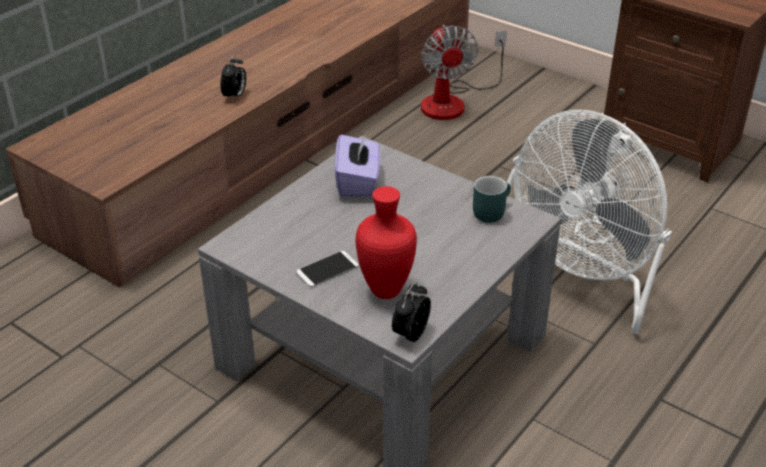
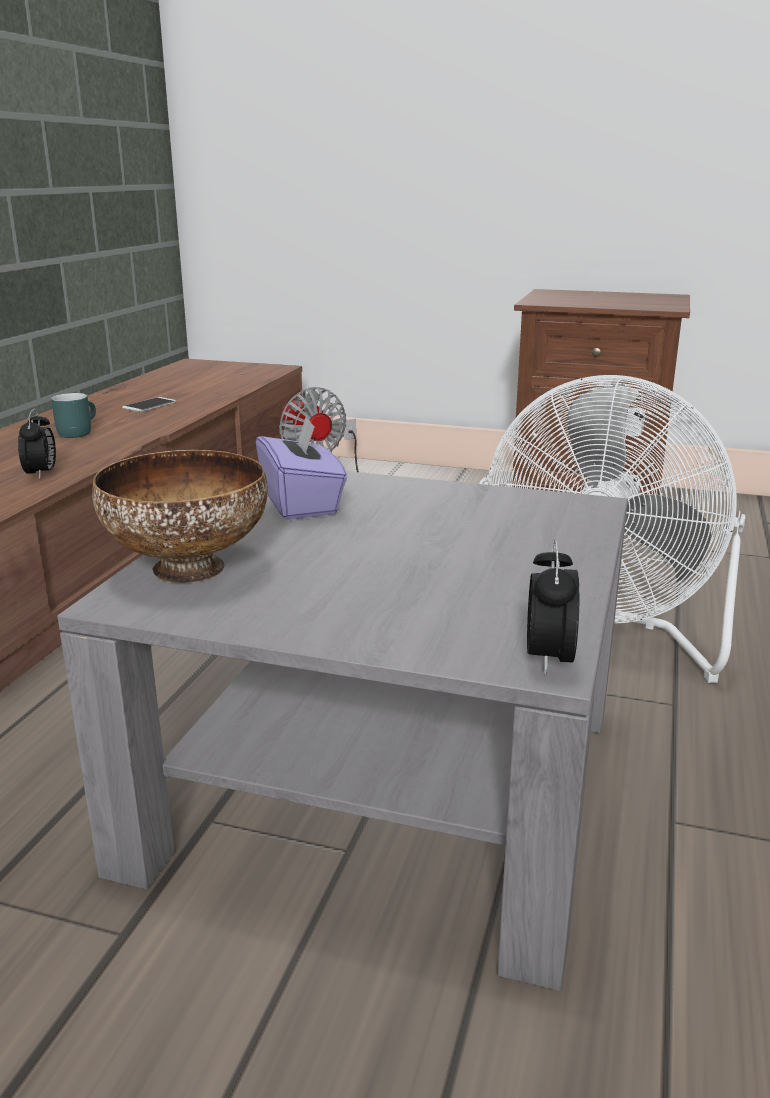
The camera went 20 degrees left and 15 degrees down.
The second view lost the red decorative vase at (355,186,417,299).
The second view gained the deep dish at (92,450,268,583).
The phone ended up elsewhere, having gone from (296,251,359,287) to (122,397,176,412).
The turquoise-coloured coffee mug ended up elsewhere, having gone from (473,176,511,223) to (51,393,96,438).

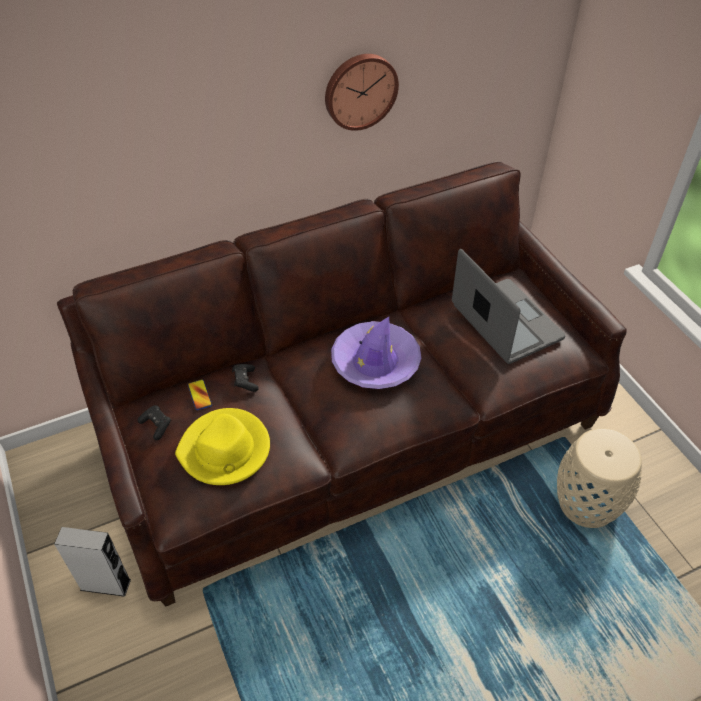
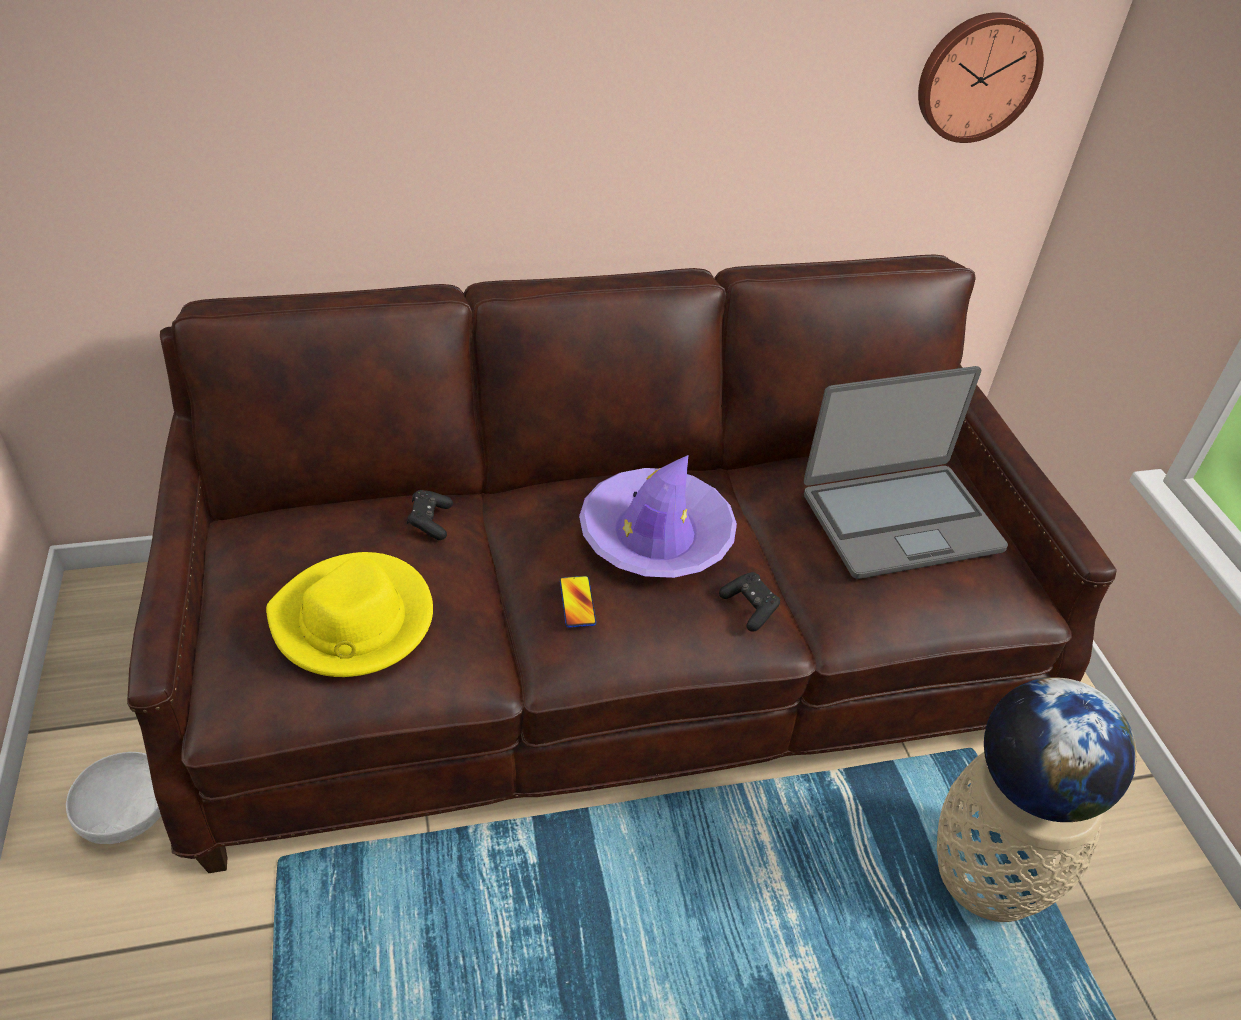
The camera went 10 degrees right and 5 degrees down.
The second view gained the globe at (984,677,1137,822).
The black gamepad ended up elsewhere, having gone from (138,405,171,440) to (719,572,780,632).
The phone ended up elsewhere, having gone from (188,379,212,410) to (560,576,596,628).
The wall clock ended up elsewhere, having gone from (325,54,399,131) to (918,12,1044,143).
Where the greyish audio speaker stood at (54,527,131,597), the white-coloured deep dish came to stand at (66,752,161,844).
The laptop at (452,249,566,364) ended up facing another way, 90 degrees clockwise from before.

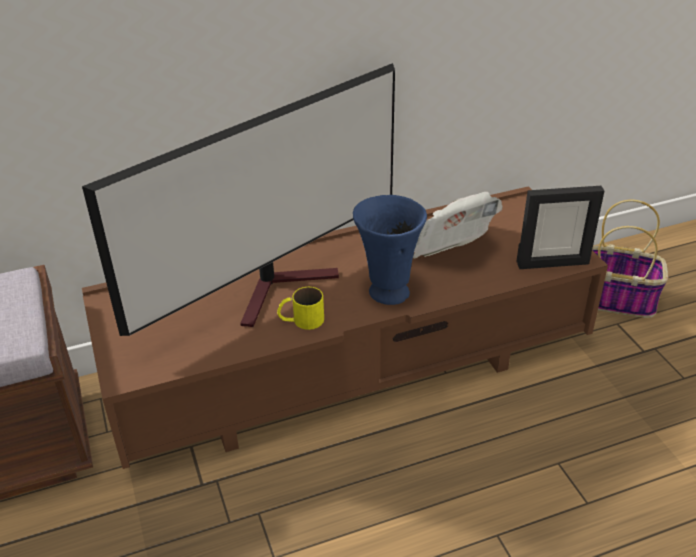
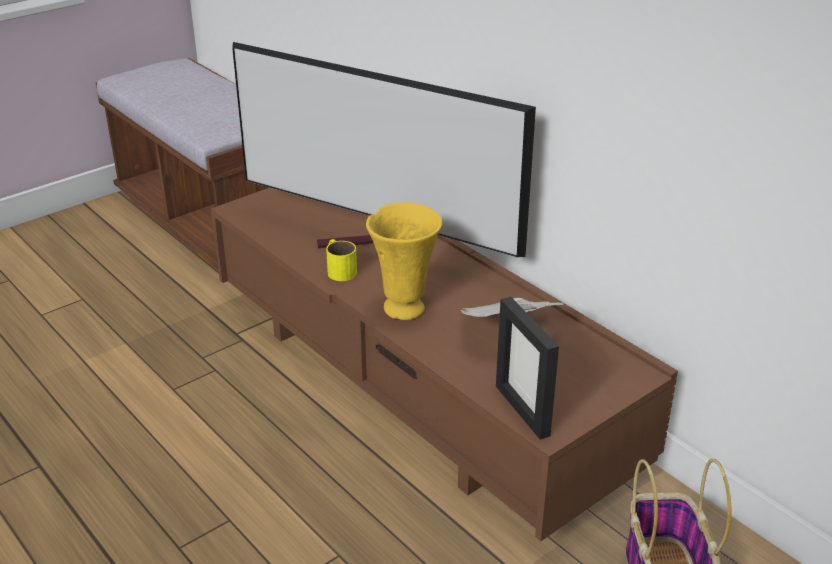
The camera went 70 degrees right and 5 degrees down.
What was the bluish decorative vase at (353,195,427,305) turned into the yellowish decorative vase at (366,202,442,320).

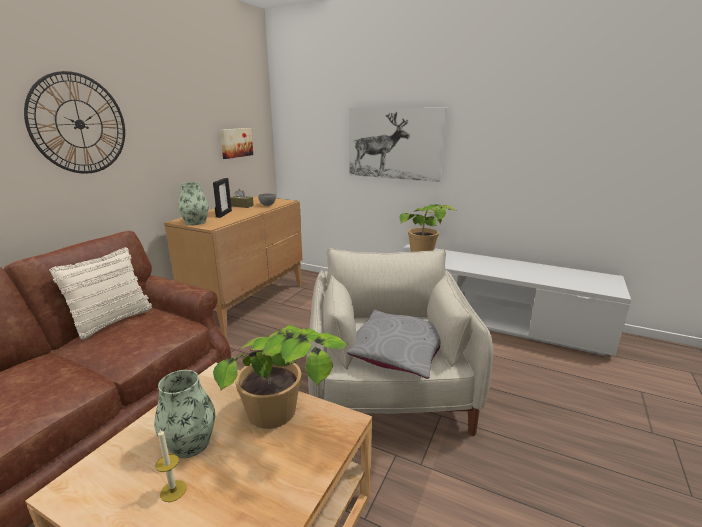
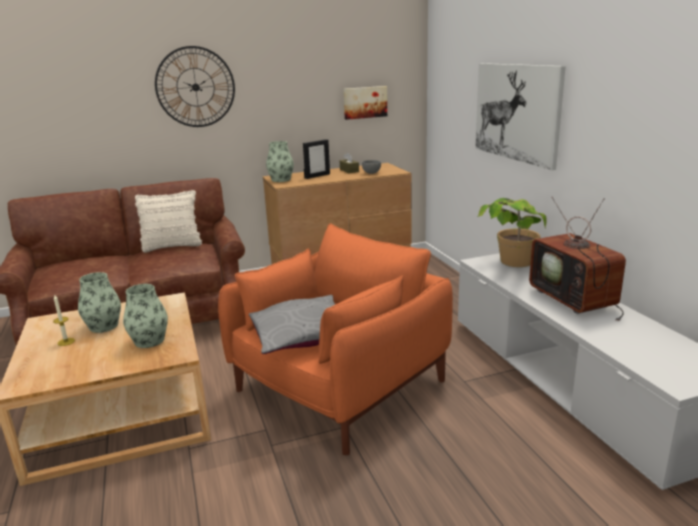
The camera went 45 degrees right and 0 degrees up.
The second view gained the television at (529,197,626,321).
Where the houseplant stood at (213,325,348,429), the decorative vase came to stand at (123,284,168,348).
What was the sand-coloured armchair at (307,248,493,436) turned into the orangey armchair at (218,224,453,455).

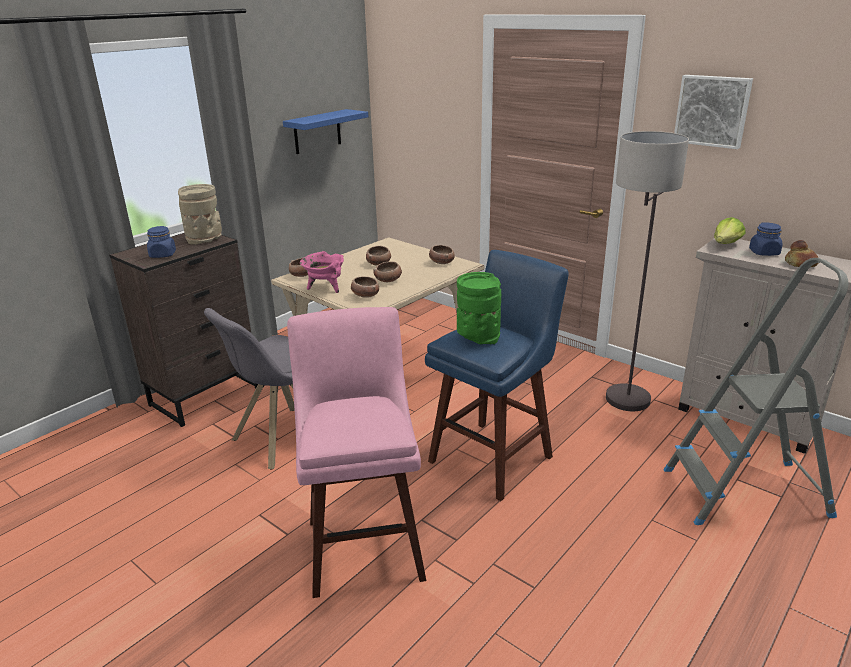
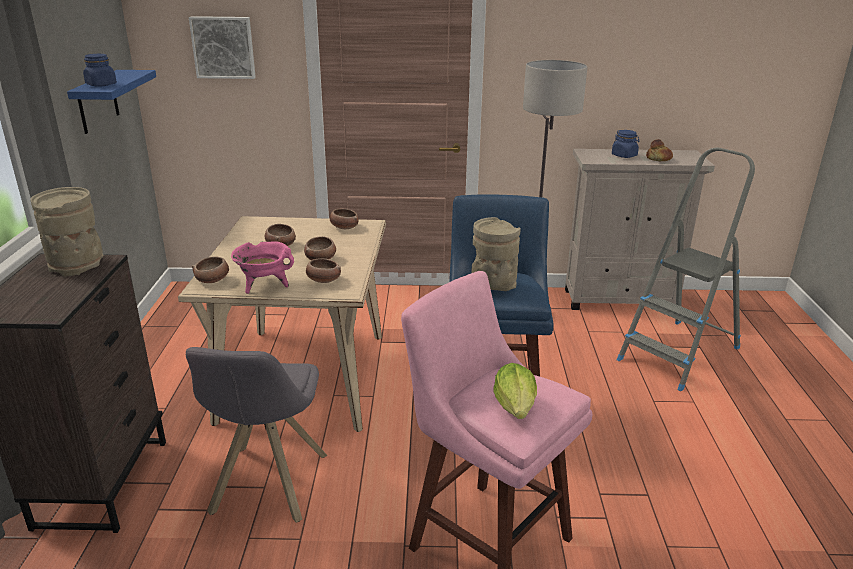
The camera went 40 degrees left and 0 degrees up.
The bluish preserve jar ended up elsewhere, having gone from (147,226,176,258) to (83,54,117,87).
The wall art ended up elsewhere, having gone from (674,75,753,149) to (189,16,256,79).
The head of lettuce ended up elsewhere, having gone from (714,217,746,244) to (493,363,537,419).
What was the green-coloured decorative vase at (457,272,501,344) turned into the sand-coloured decorative vase at (471,217,521,291).

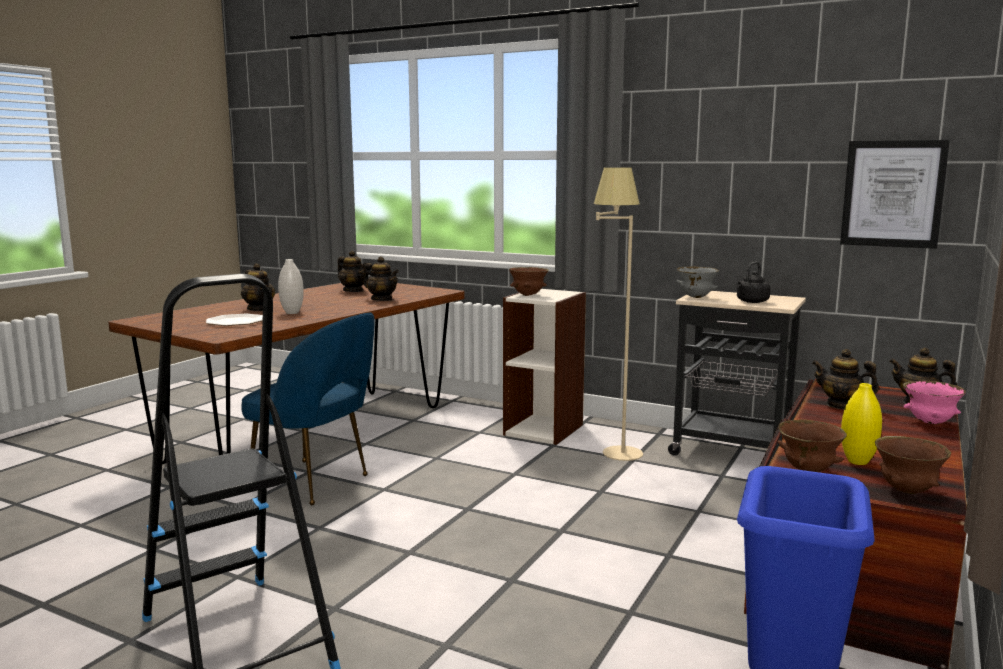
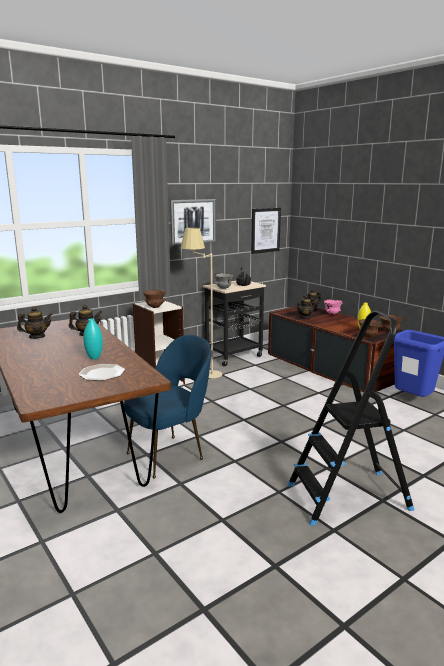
The camera went 65 degrees left and 5 degrees up.
The second view lost the pot for tea at (241,263,276,311).
The second view gained the wall art at (170,199,216,246).
What was the white-coloured decorative vase at (278,259,304,314) turned into the turquoise-coloured decorative vase at (83,319,103,359).

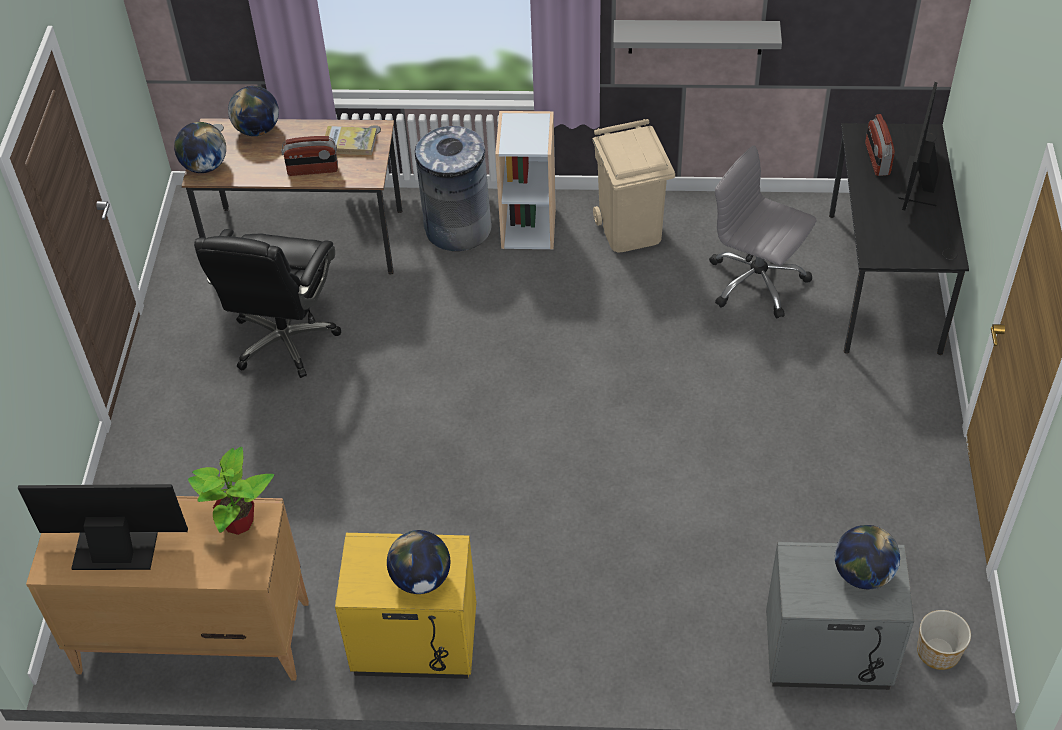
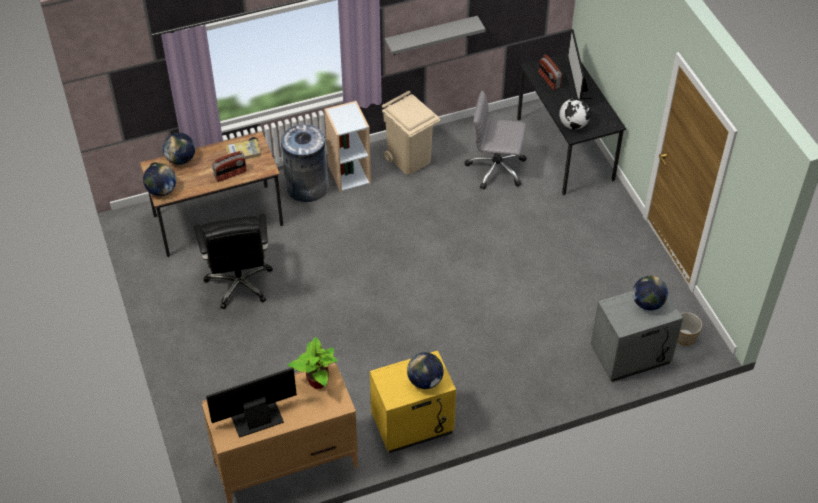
The camera went 25 degrees left and 0 degrees up.
The second view gained the globe at (559,98,591,129).

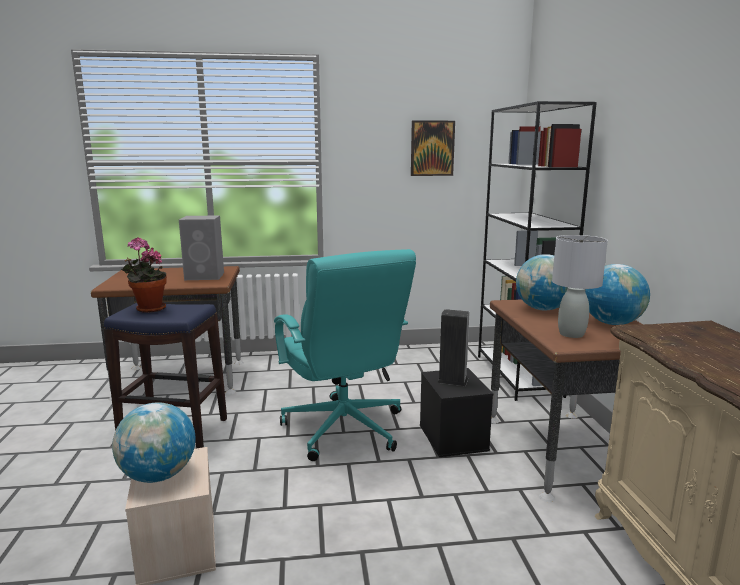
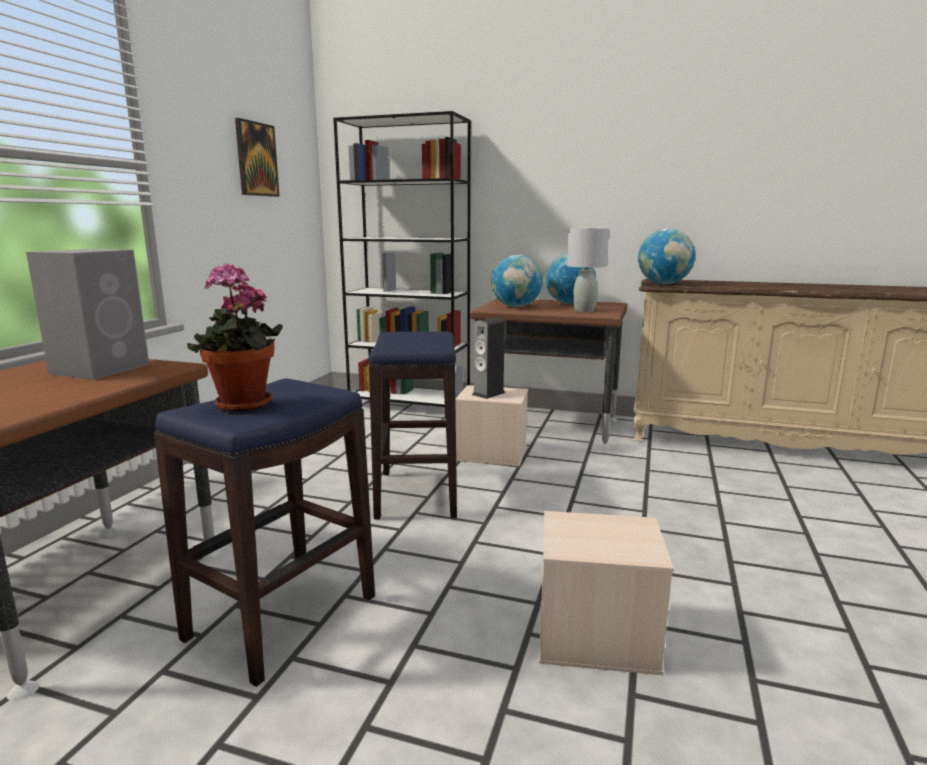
The camera went 65 degrees left and 0 degrees up.
The globe ended up elsewhere, having gone from (112,403,195,483) to (638,229,696,284).
Where the turquoise-coloured office chair stood at (274,249,416,461), the sitting stool came to stand at (369,332,457,520).
What was the black storage box at (420,368,494,457) turned into the sand-coloured storage box at (455,385,528,466).

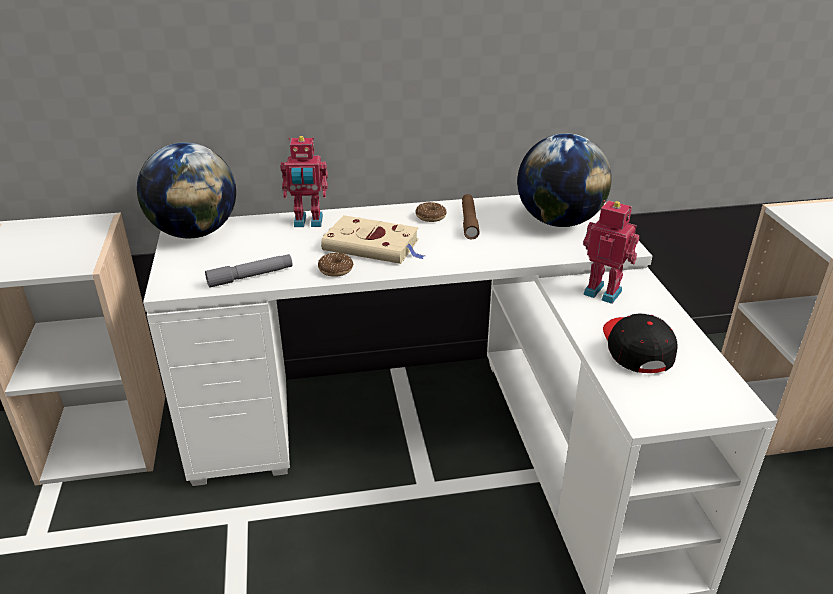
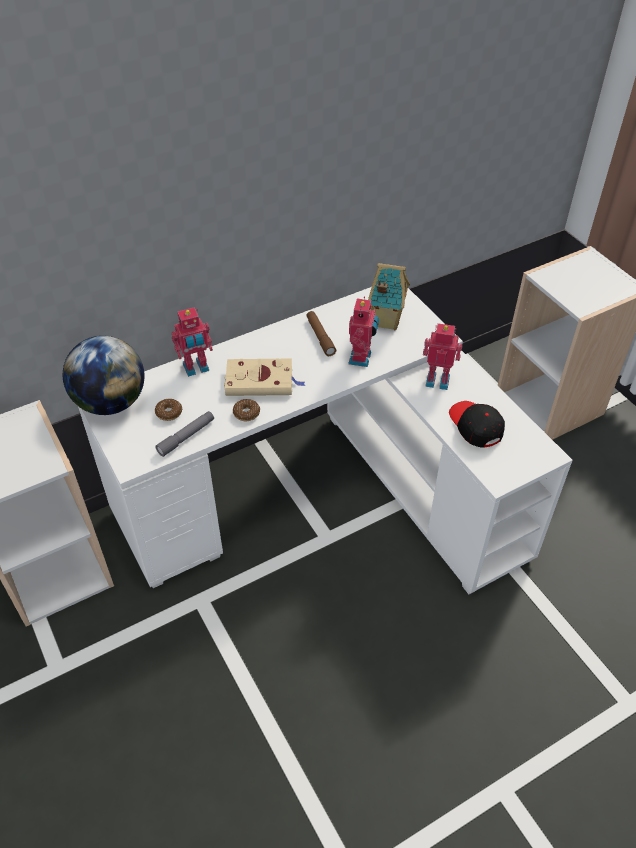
The camera went 20 degrees left and 15 degrees up.
The second view gained the model robot at (348,296,379,367).
The ring doughnut ended up elsewhere, having gone from (416,202,447,222) to (155,399,182,421).
Where the globe stood at (517,133,612,227), the model house came to stand at (368,263,410,331).

